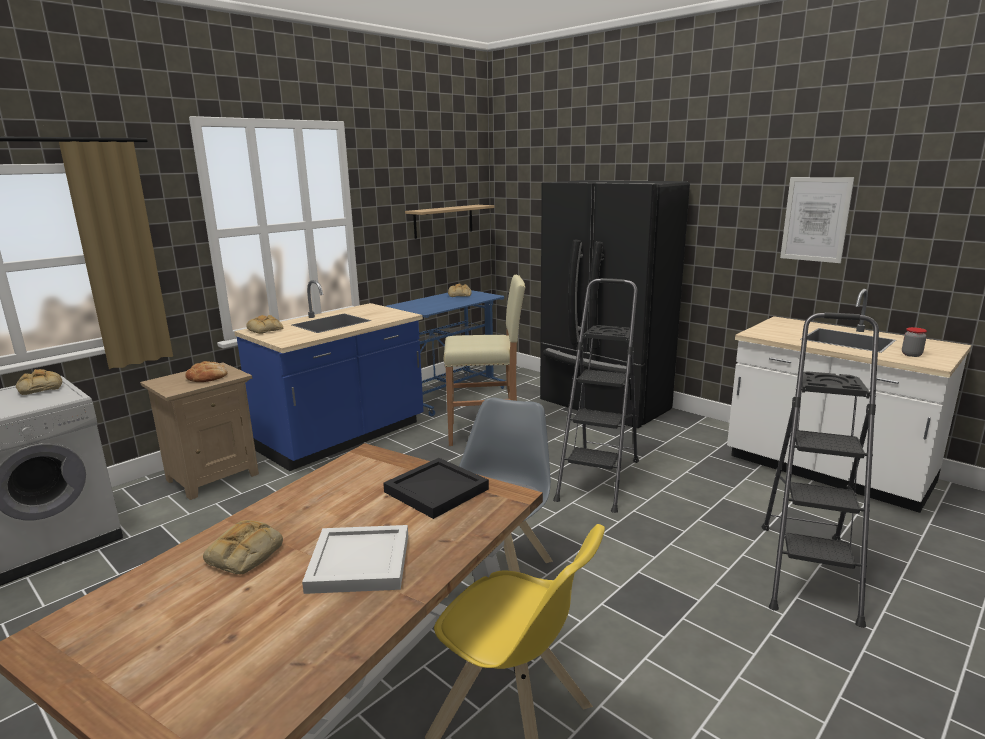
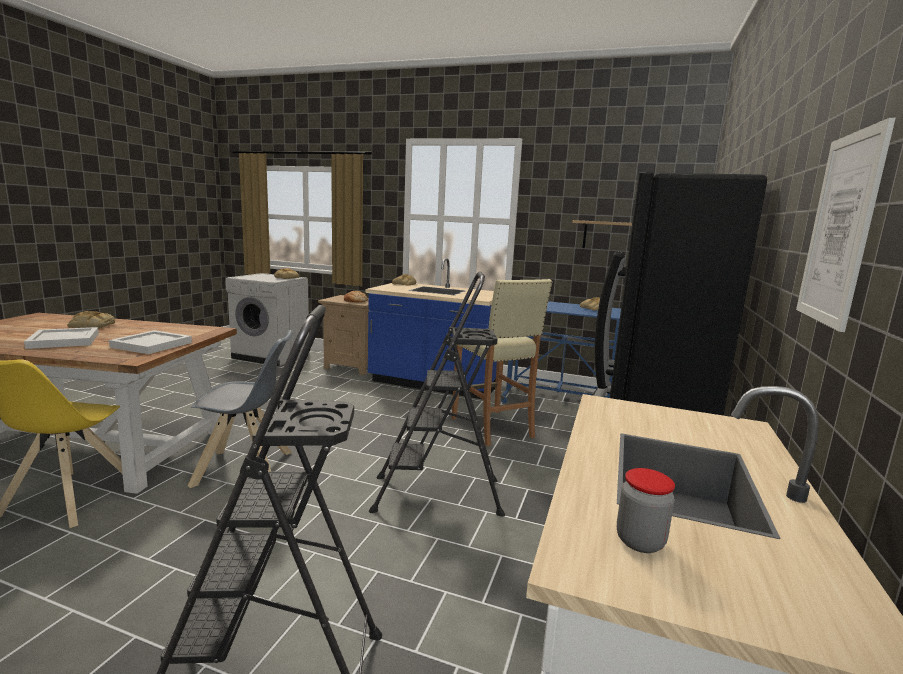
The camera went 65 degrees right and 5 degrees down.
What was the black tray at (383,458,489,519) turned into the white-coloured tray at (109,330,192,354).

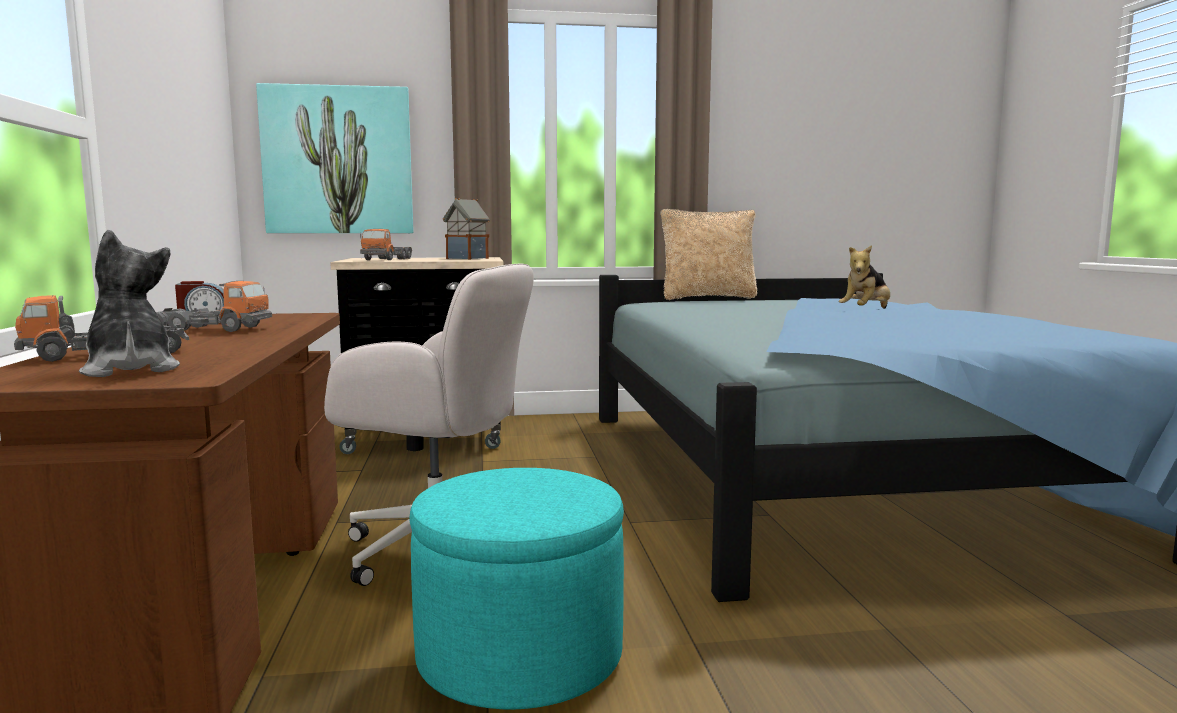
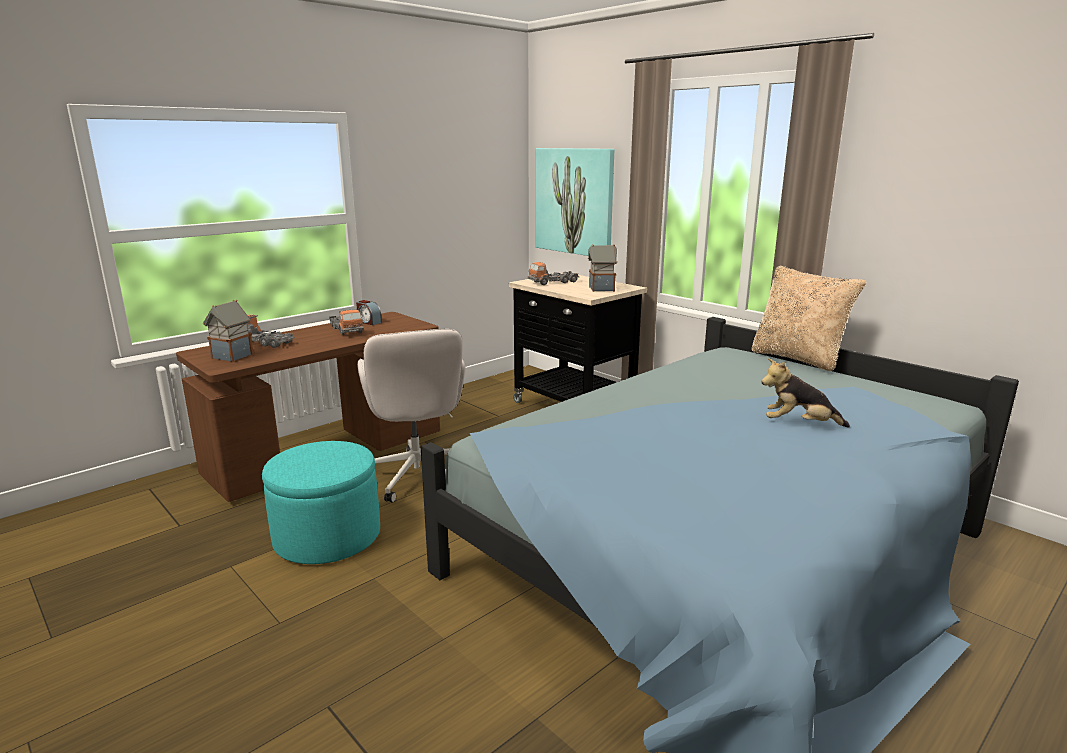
The camera went 55 degrees right and 10 degrees up.
Where the plush toy stood at (79,230,180,377), the model house came to stand at (203,300,254,362).

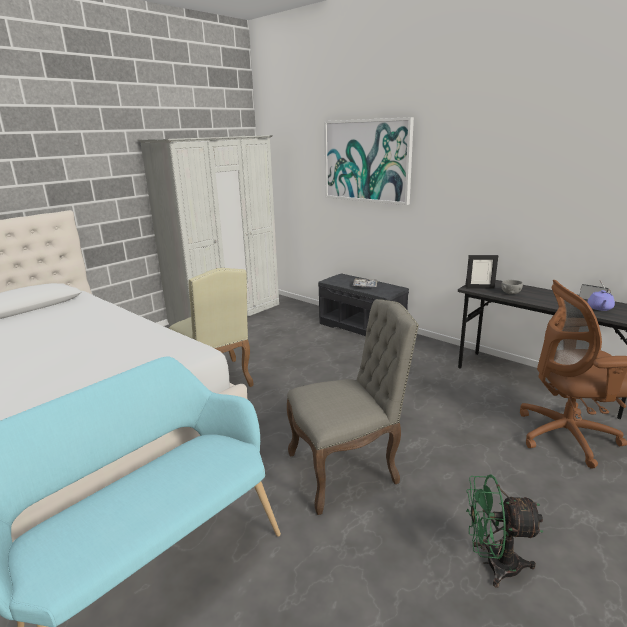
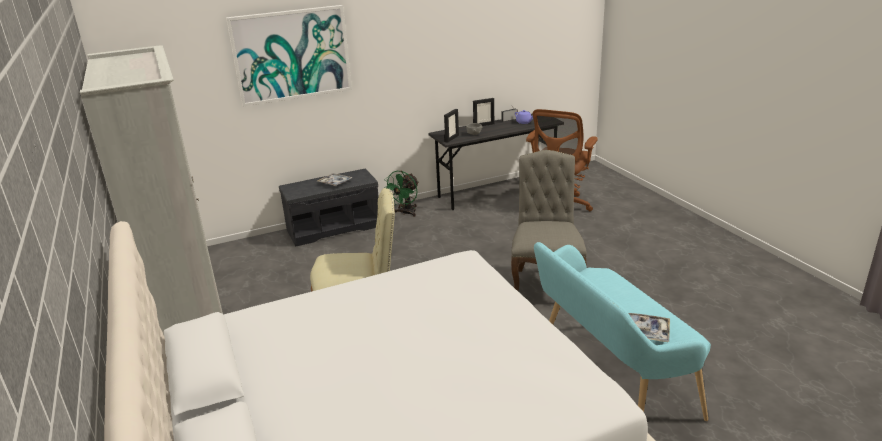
The camera went 65 degrees left and 5 degrees up.
The second view gained the picture frame at (473,98,494,126).
The second view gained the tray at (629,313,670,342).
The green-coloured fan ended up elsewhere, having gone from (466,474,544,588) to (384,171,419,217).

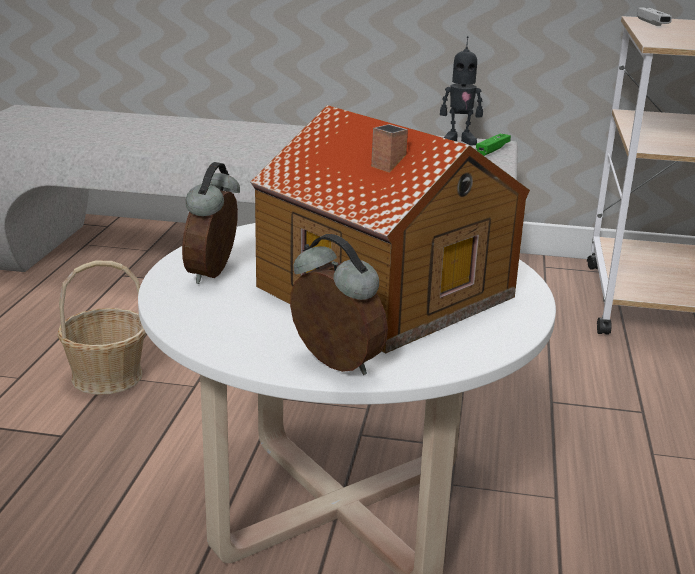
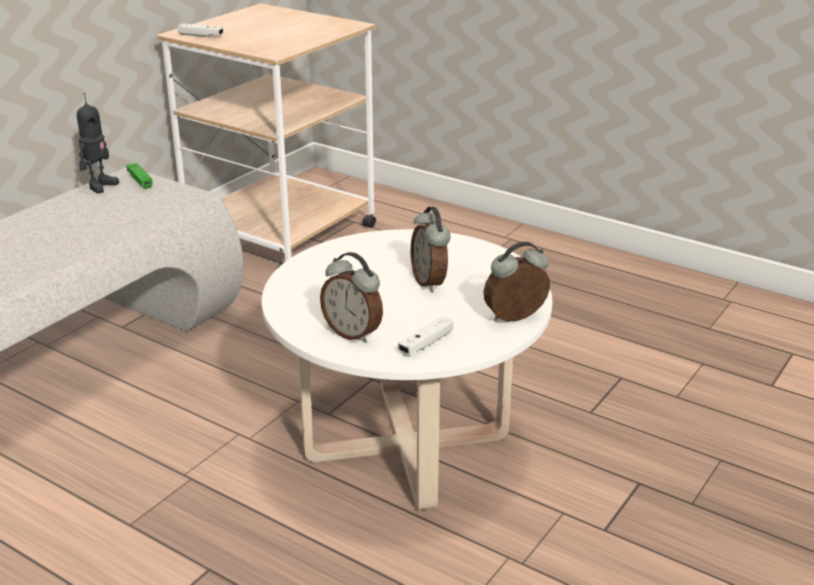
The camera went 65 degrees left and 5 degrees up.
The second view lost the household basket at (57,260,146,395).
The second view gained the white-coloured gamepad at (398,317,453,355).
Where the model house stood at (250,105,530,353), the table clock came to stand at (410,207,451,292).

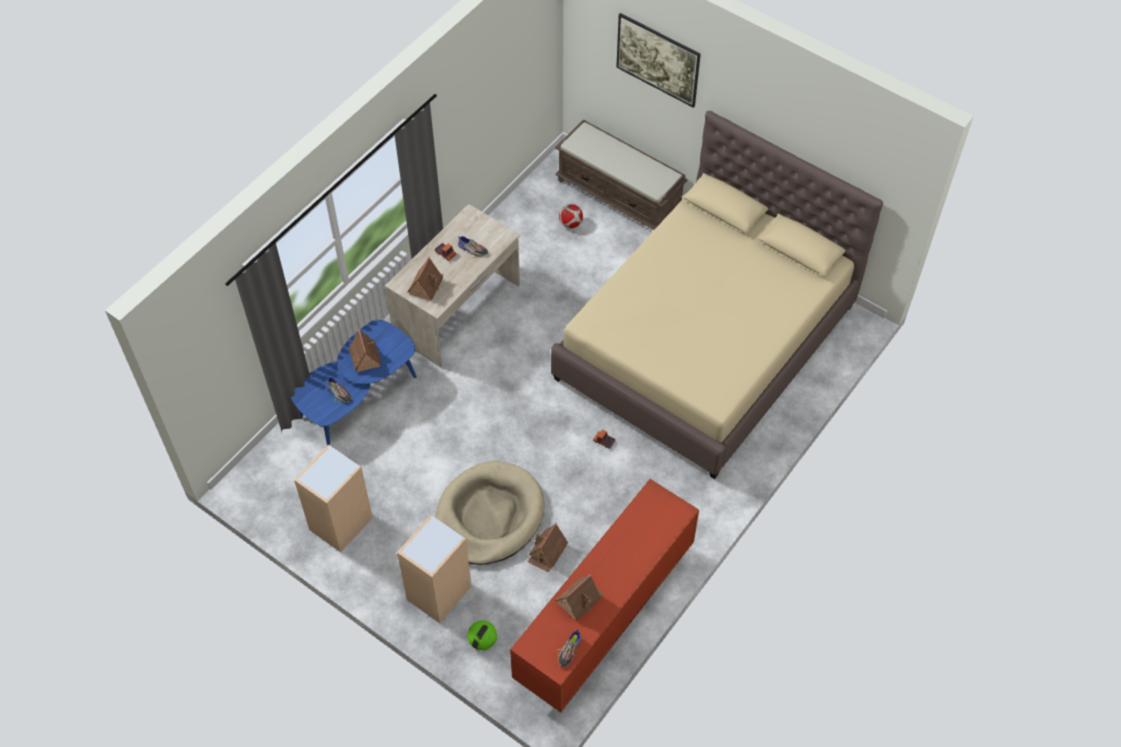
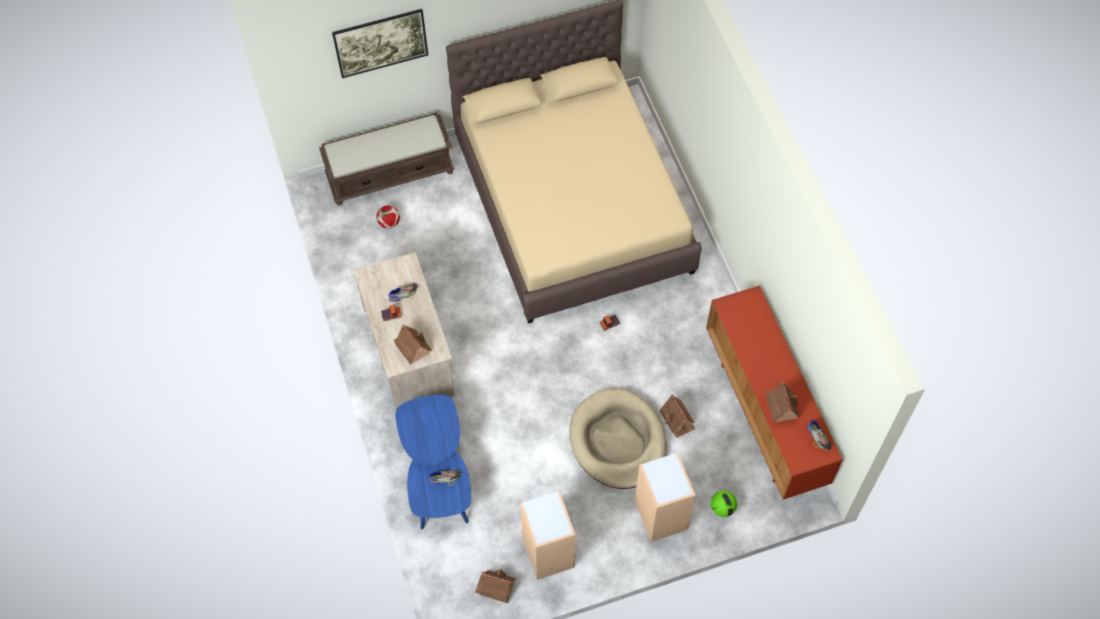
The camera went 55 degrees left and 5 degrees up.
The model house ended up elsewhere, having gone from (349,329,382,372) to (475,569,516,603).

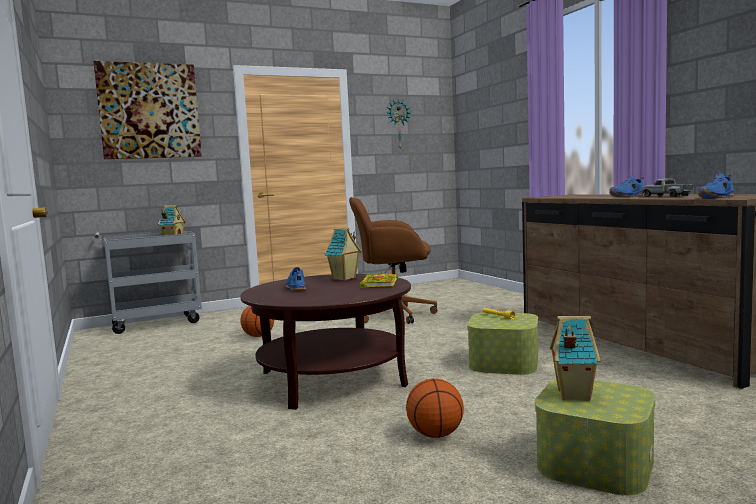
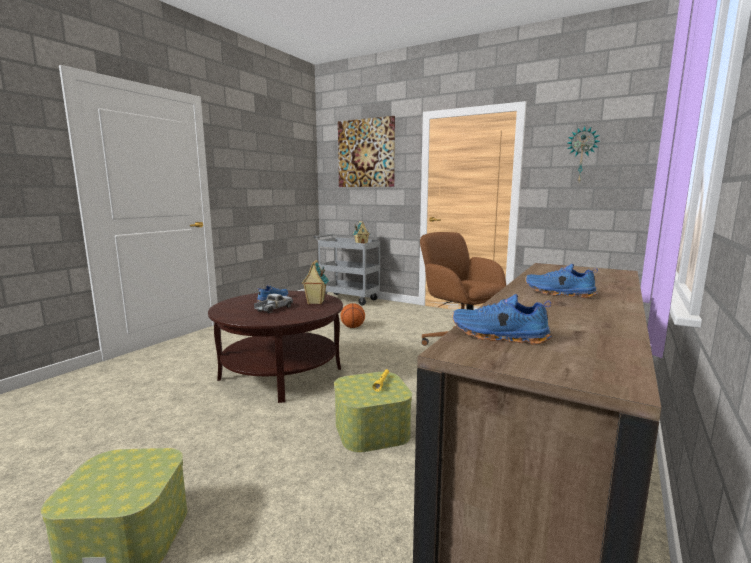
The camera went 55 degrees right and 5 degrees up.
The second view lost the bound book at (359,273,397,288).
The second view lost the ball for basketball at (406,378,464,438).
The second view lost the model house at (550,316,600,401).
The toy truck ended up elsewhere, having gone from (642,179,694,197) to (254,294,293,313).

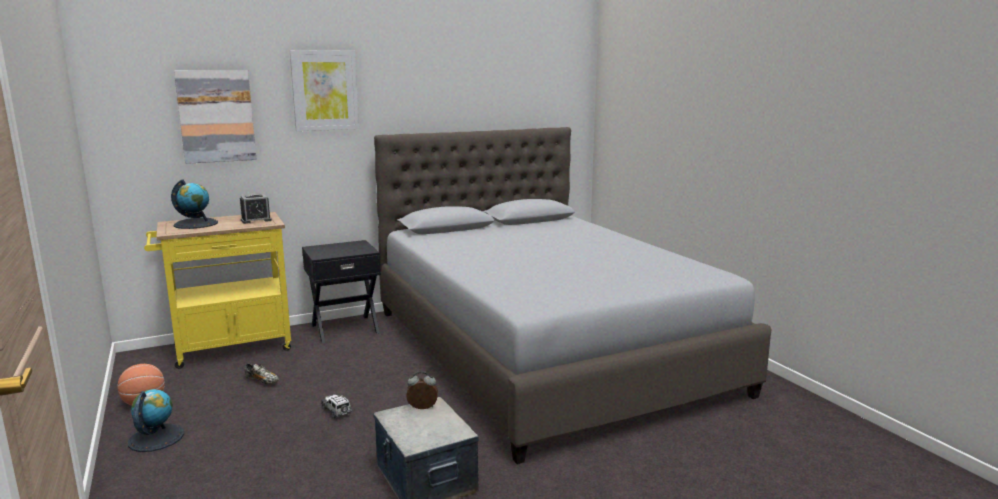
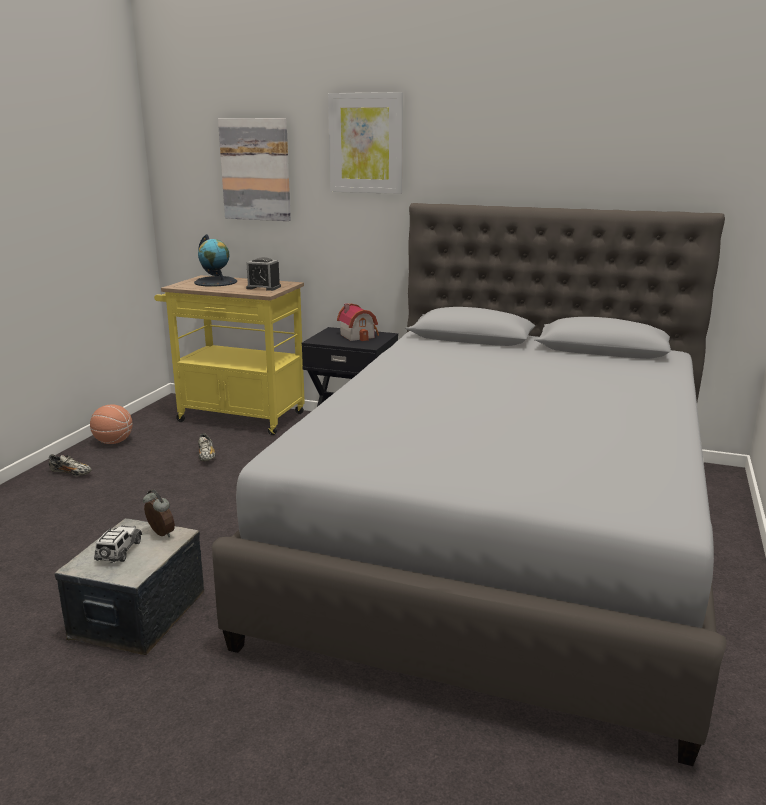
The camera went 45 degrees right and 5 degrees up.
The second view gained the model house at (337,303,379,341).
The toy car ended up elsewhere, having gone from (321,394,352,418) to (94,525,142,563).
Where the globe stood at (128,389,184,452), the low shoe came to stand at (49,454,92,476).

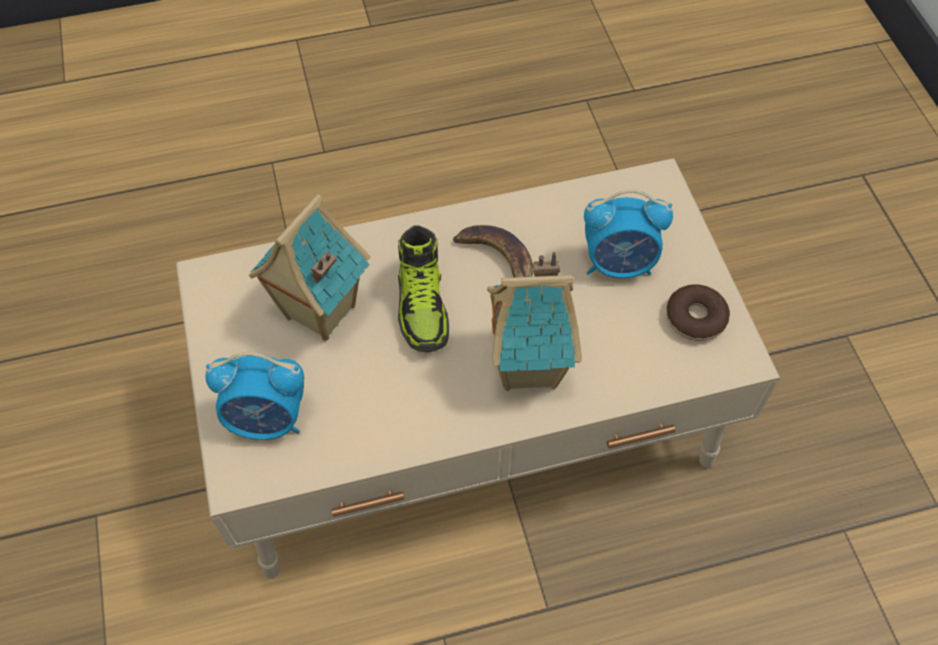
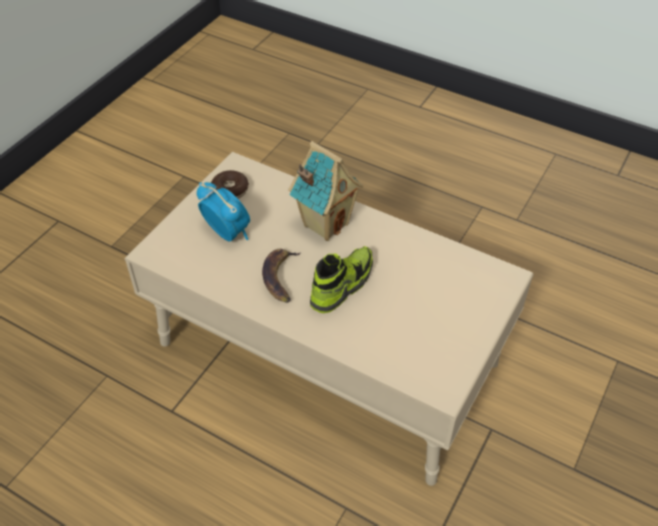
The camera went 135 degrees left and 10 degrees down.
The second view lost the table clock at (205,352,304,440).
The second view lost the model house at (249,194,370,341).

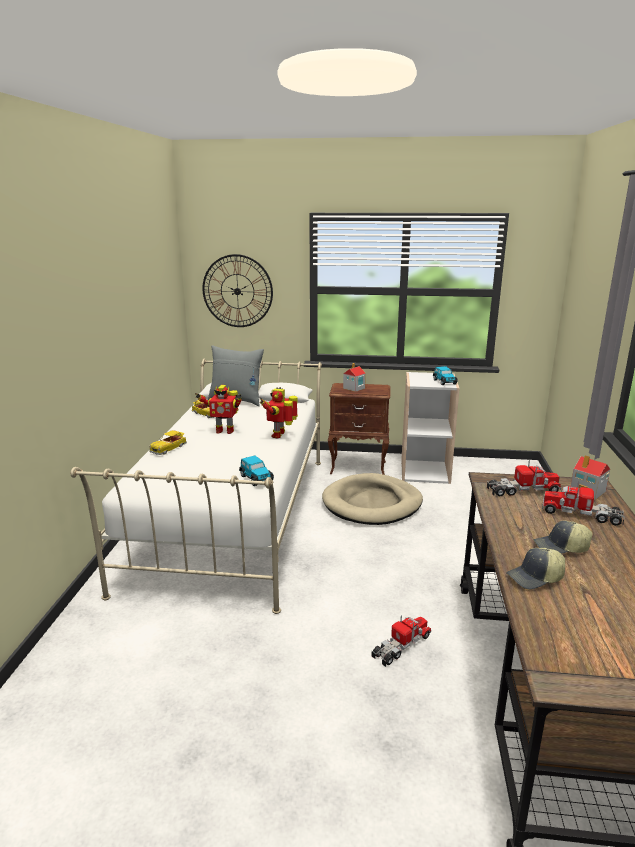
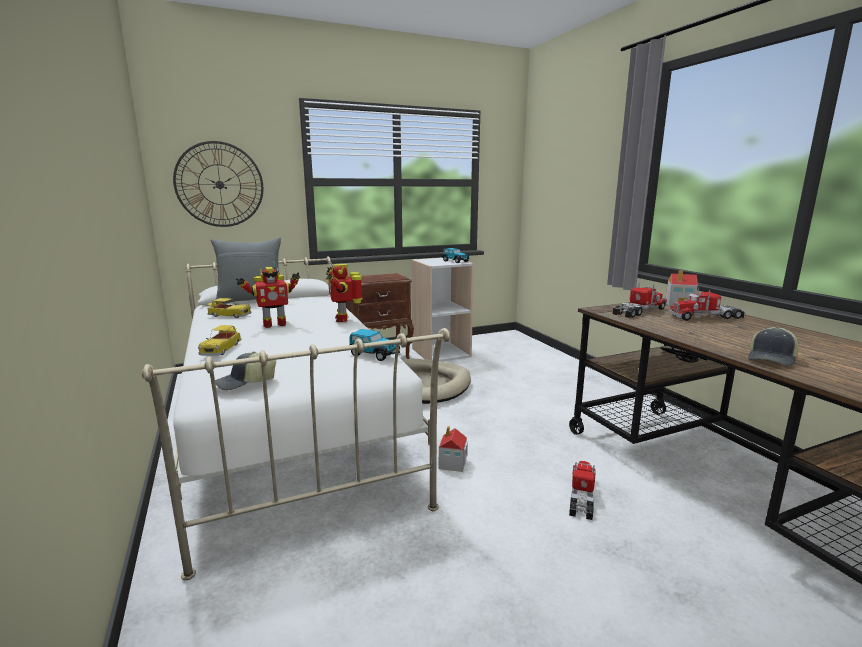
The camera went 30 degrees left and 5 degrees down.
The model house ended up elsewhere, having gone from (343,363,366,392) to (439,426,468,472).
The baseball cap ended up elsewhere, having gone from (533,521,593,554) to (215,352,276,391).

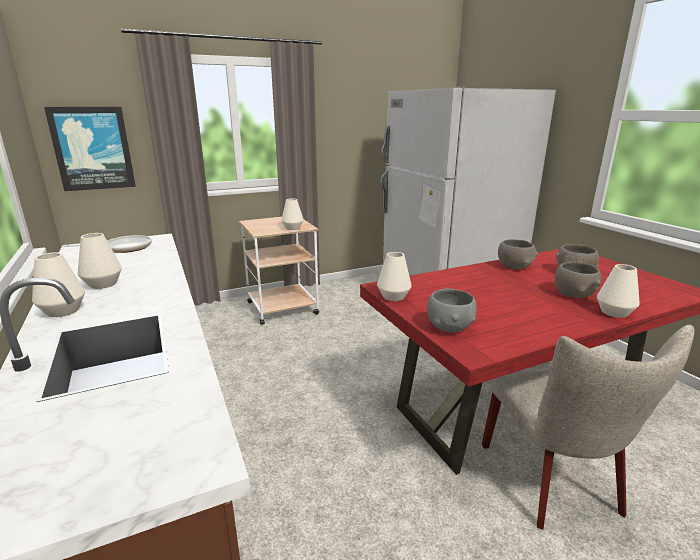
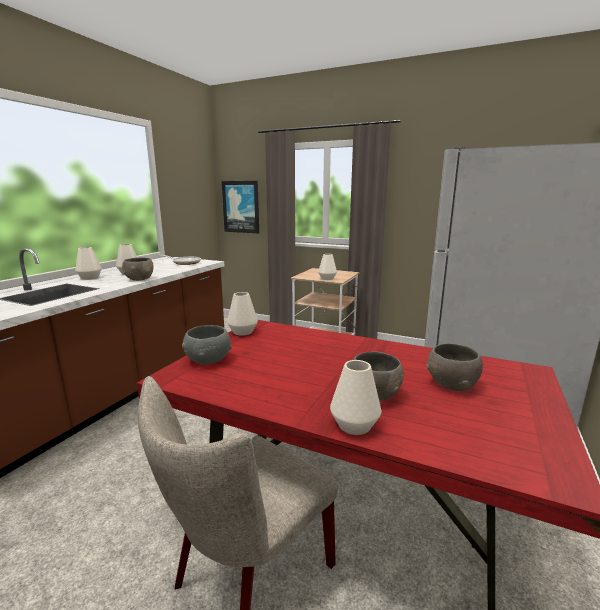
The camera went 50 degrees right and 5 degrees down.
The greyish deep dish ended up elsewhere, having gone from (498,239,538,269) to (122,257,154,281).

